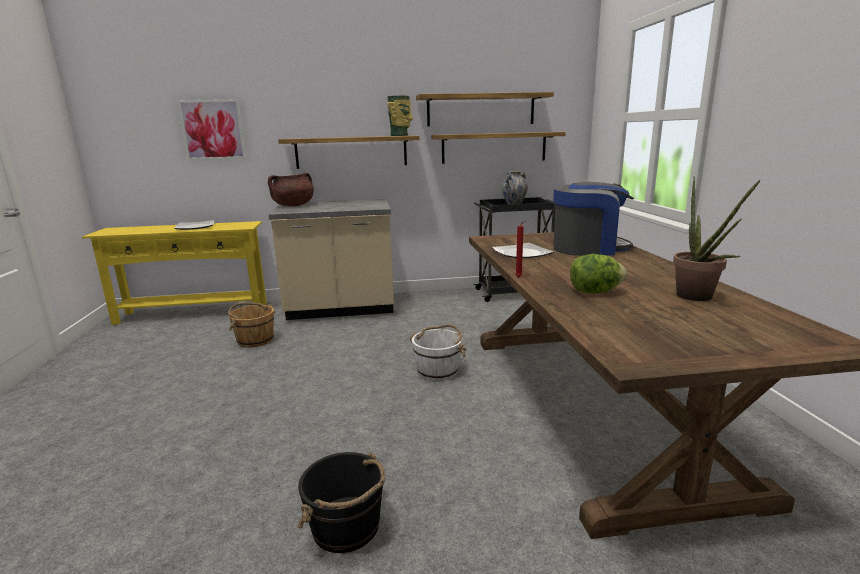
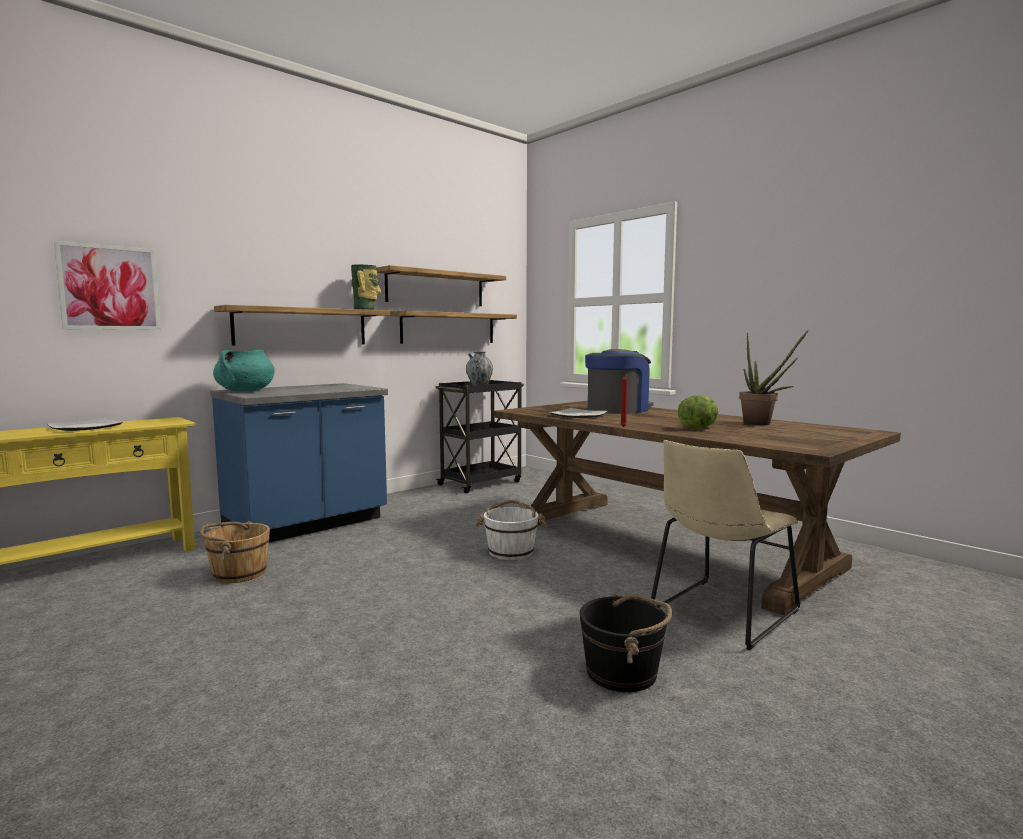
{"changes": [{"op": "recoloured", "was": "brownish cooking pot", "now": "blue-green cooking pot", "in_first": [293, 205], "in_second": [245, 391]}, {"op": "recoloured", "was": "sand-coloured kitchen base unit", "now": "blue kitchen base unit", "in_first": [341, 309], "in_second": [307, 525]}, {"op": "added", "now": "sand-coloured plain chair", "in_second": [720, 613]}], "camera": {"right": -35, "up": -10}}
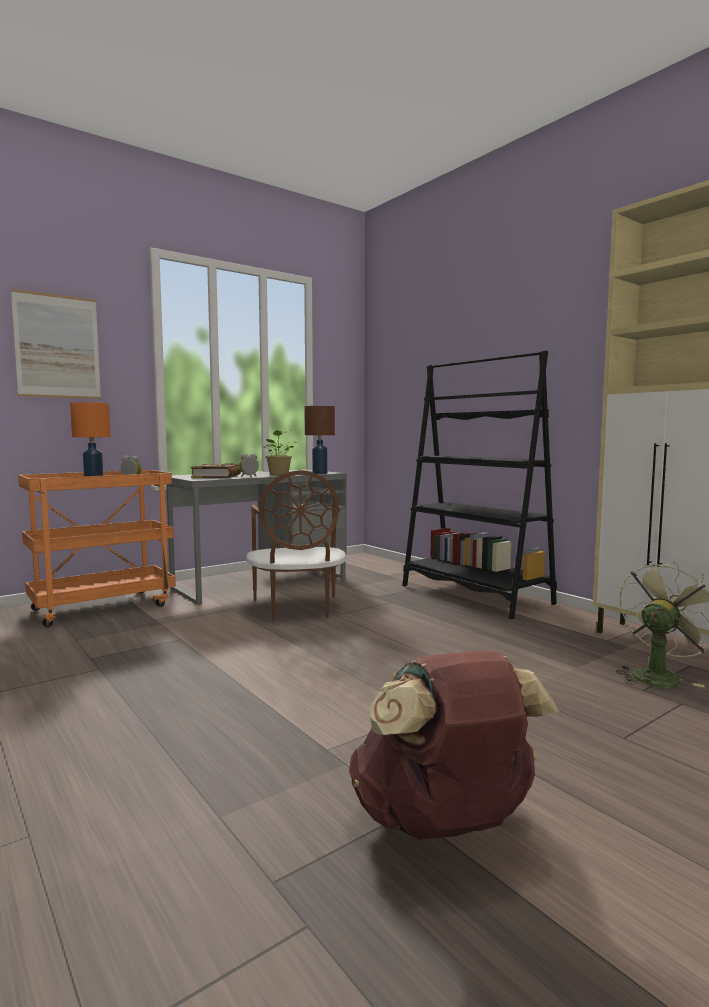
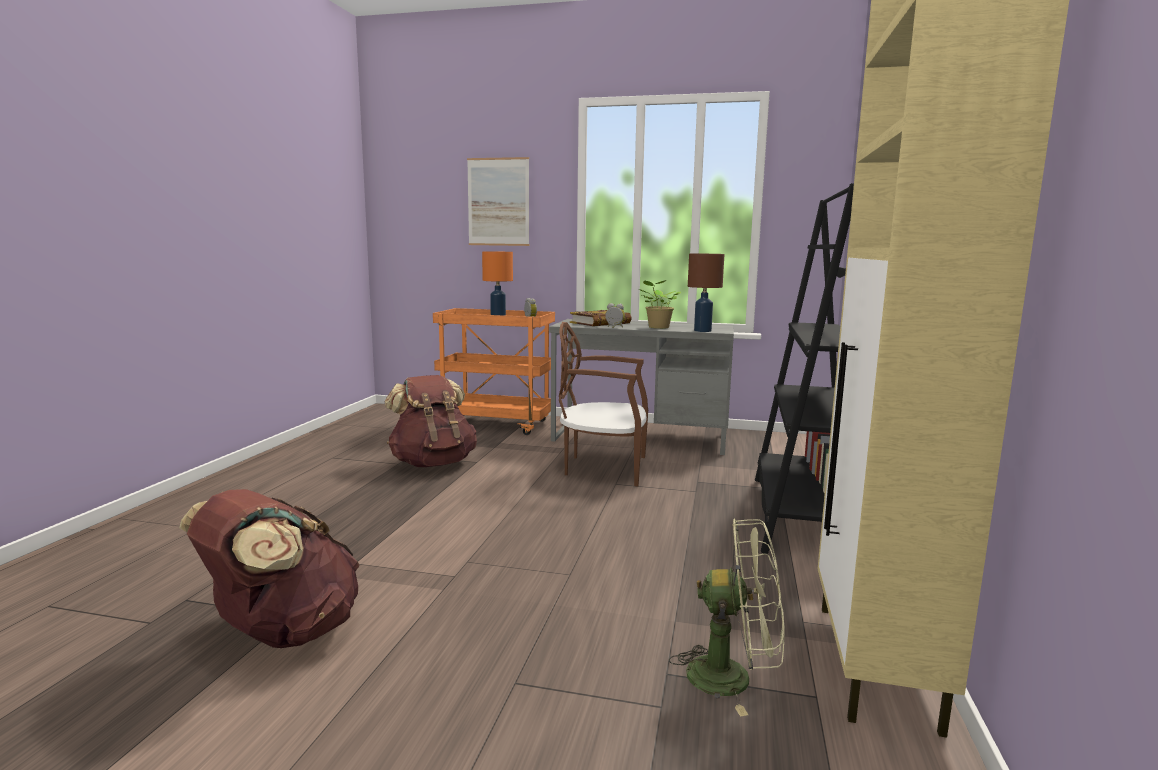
{"changes": [{"op": "turned", "was": "brownish plain chair", "in_first": [297, 608], "in_second": [603, 468], "clockwise": 60}, {"op": "added", "now": "brownish backpack", "in_second": [433, 463]}], "camera": {"right": 50, "up": 5}}
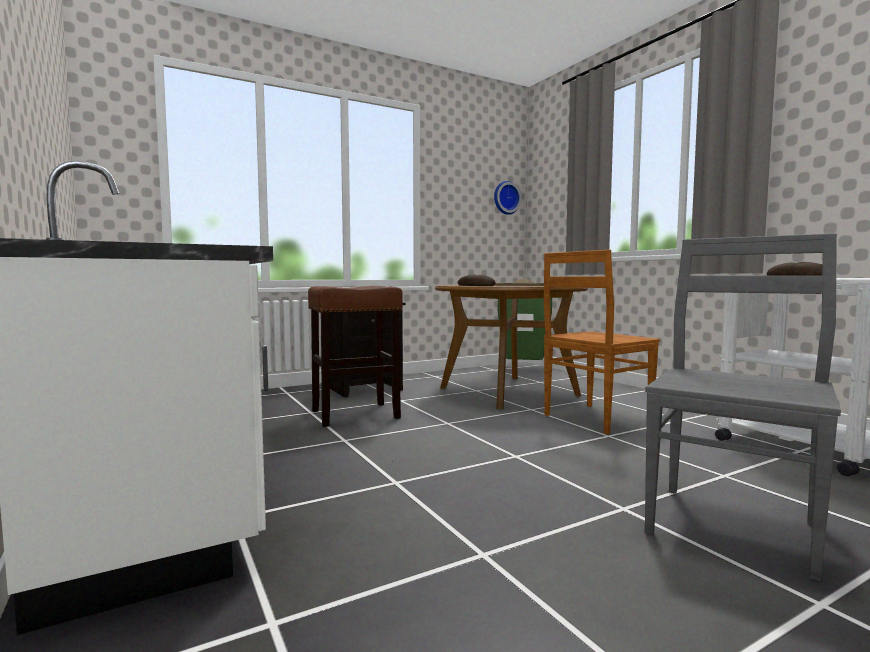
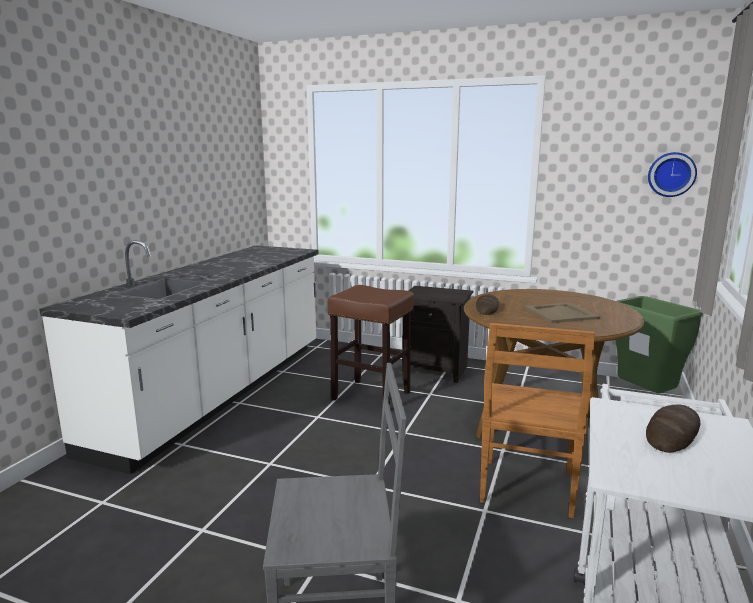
{"changes": [{"op": "turned", "was": "brownish plain chair", "in_first": [594, 419], "in_second": [526, 489], "clockwise": -90}], "camera": {"right": 50, "up": 10}}
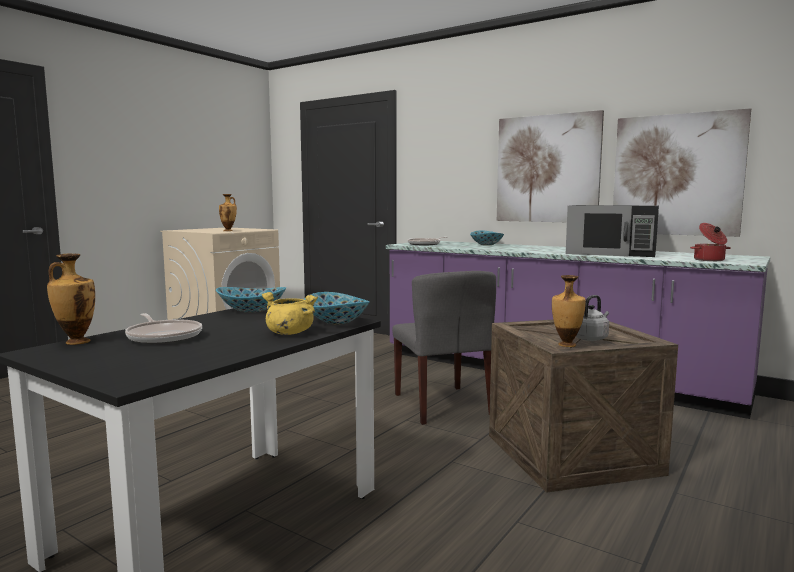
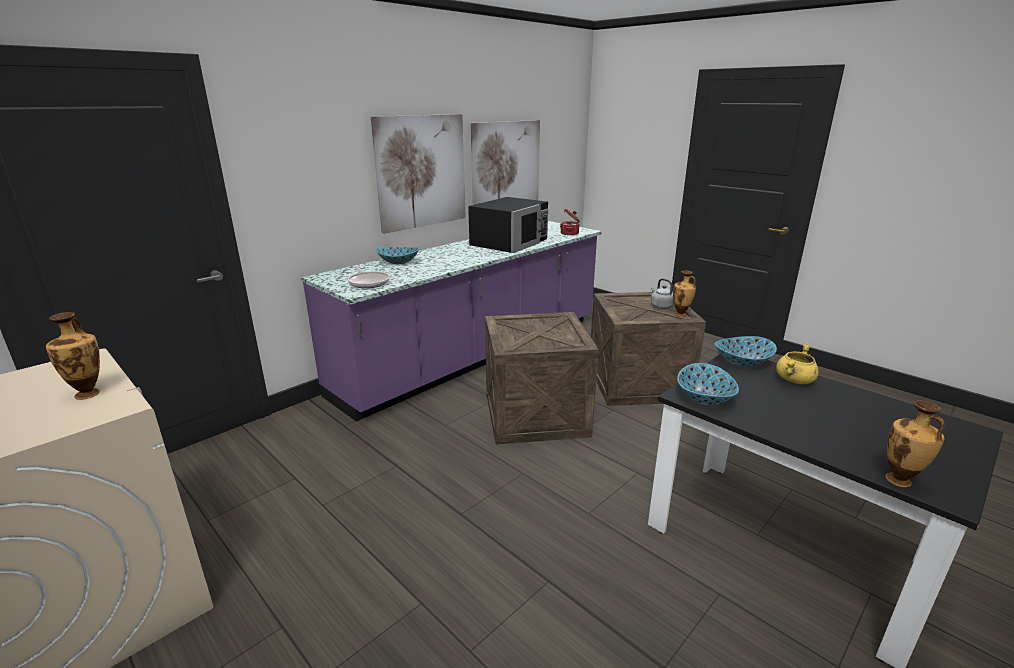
{"changes": [{"op": "removed", "was": "skillet", "in_first": [164, 337]}, {"op": "replaced", "was": "greyish plain chair", "now": "crate", "in_first": [443, 405], "in_second": [537, 415]}], "camera": {"right": -80, "up": 15}}
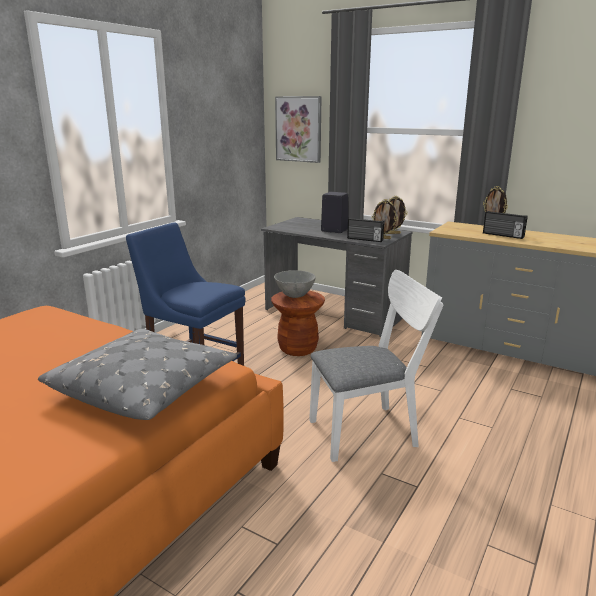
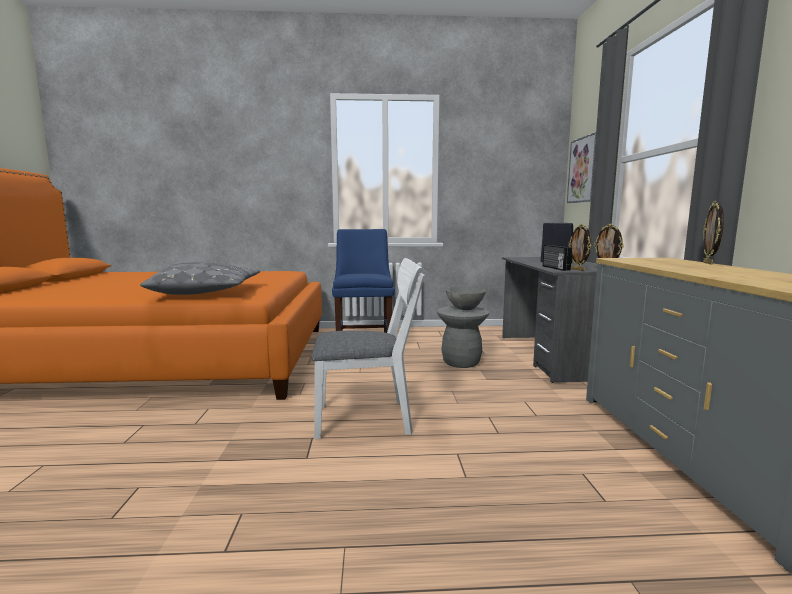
{"changes": [{"op": "recoloured", "was": "brownish stool", "now": "greyish stool", "in_first": [298, 349], "in_second": [461, 362]}, {"op": "turned", "was": "whitish plain chair", "in_first": [370, 431], "in_second": [371, 418], "clockwise": -45}, {"op": "removed", "was": "radio", "in_first": [503, 235]}], "camera": {"right": 55, "up": -10}}
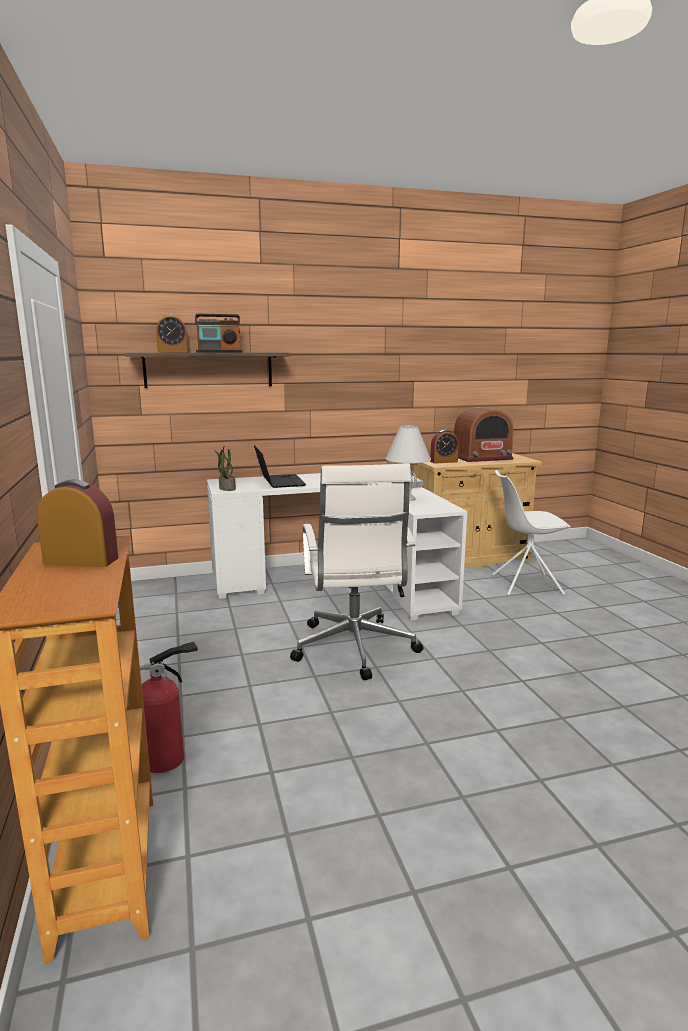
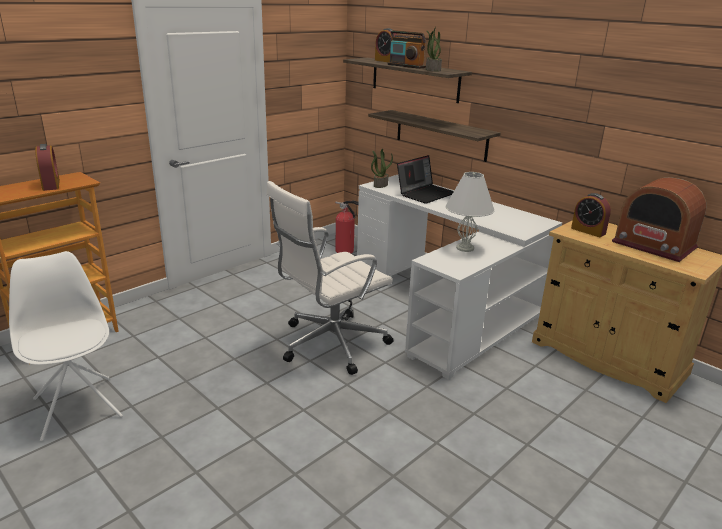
{"changes": [{"op": "moved", "was": "fire extinguisher", "in_first": [168, 758], "in_second": [346, 251]}, {"op": "moved", "was": "whitish plain chair", "in_first": [525, 584], "in_second": [77, 406]}, {"op": "added", "now": "bracket shelf", "in_second": [440, 135]}, {"op": "added", "now": "plant in a pot", "in_second": [432, 70]}], "camera": {"right": 60, "up": 10}}
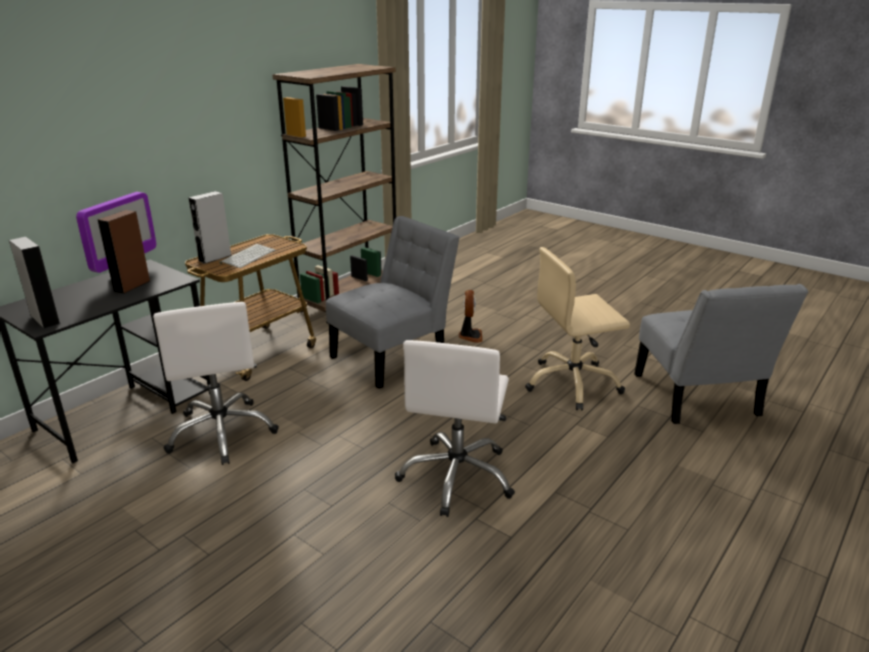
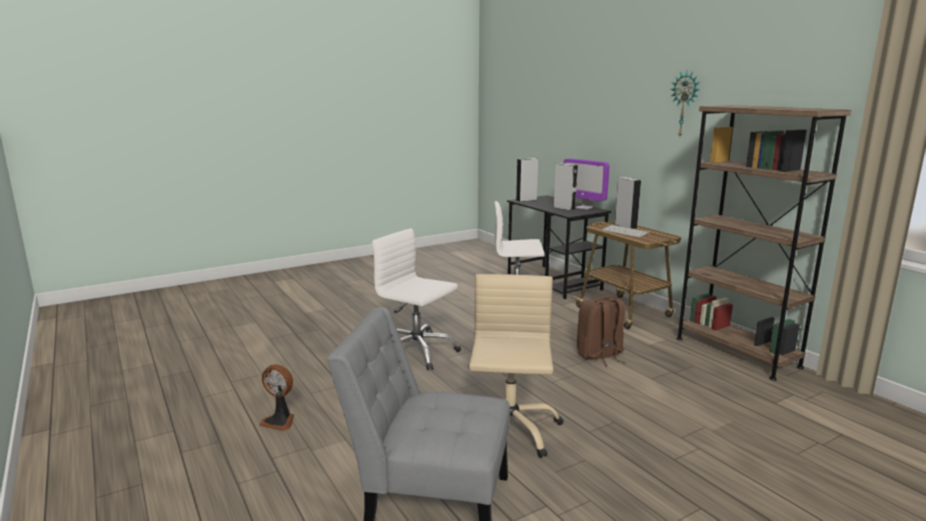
{"changes": [{"op": "recoloured", "was": "brownish loudspeaker", "now": "greyish loudspeaker", "in_first": [132, 286], "in_second": [564, 208]}, {"op": "replaced", "was": "greyish plain chair", "now": "brownish backpack", "in_first": [394, 356], "in_second": [600, 356]}, {"op": "moved", "was": "fan", "in_first": [470, 336], "in_second": [280, 421]}, {"op": "added", "now": "wall clock", "in_second": [685, 104]}], "camera": {"right": 110, "up": -10}}
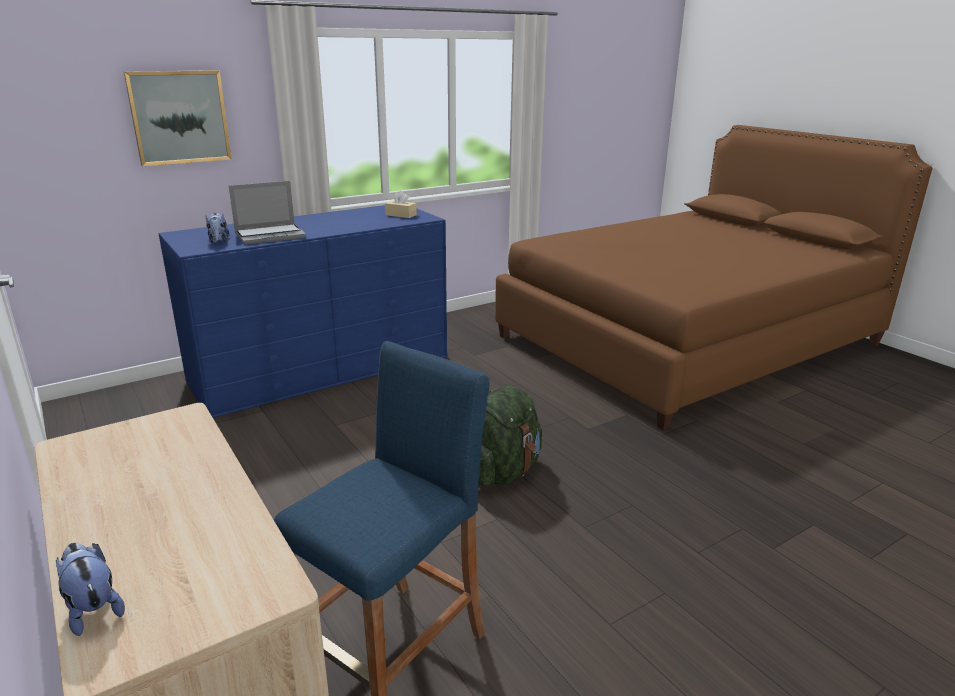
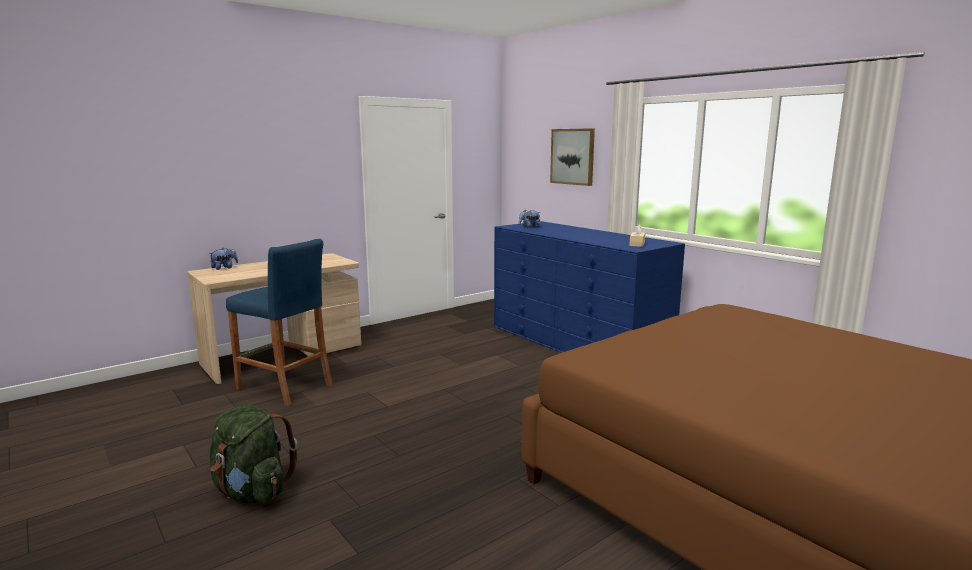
{"changes": [{"op": "removed", "was": "portable computer", "in_first": [271, 235]}, {"op": "moved", "was": "green-coloured backpack", "in_first": [503, 472], "in_second": [252, 492]}], "camera": {"right": 85, "up": -10}}
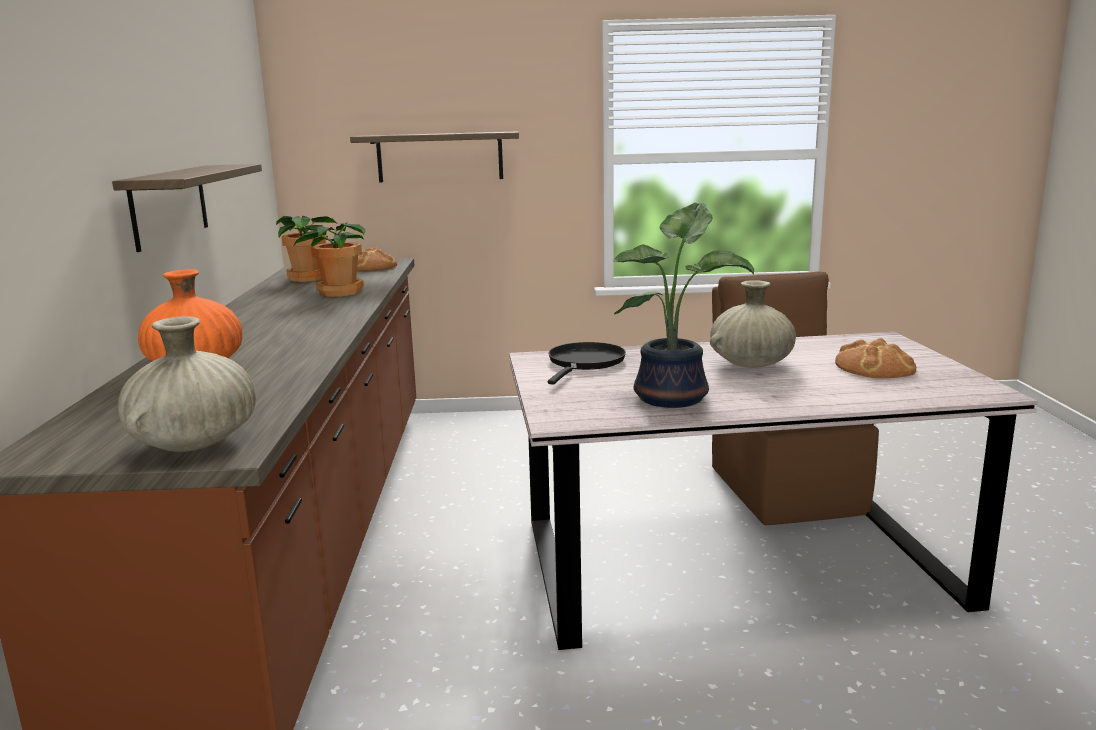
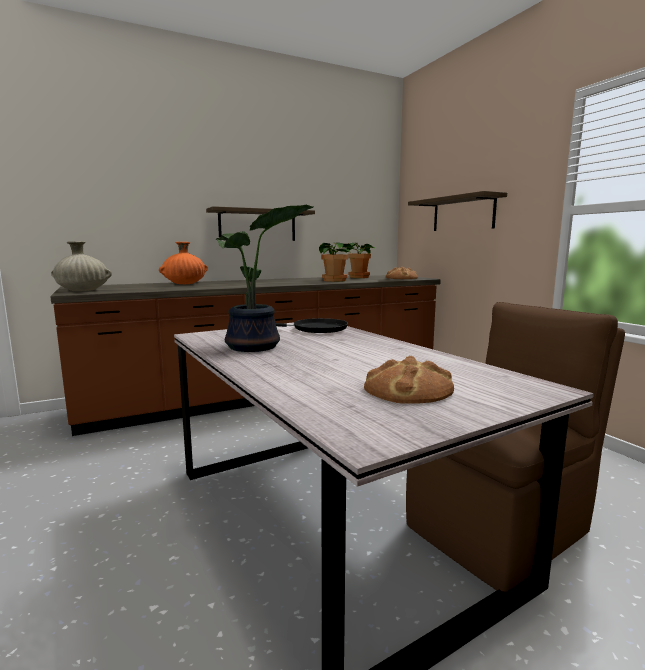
{"changes": [{"op": "removed", "was": "sand-coloured decorative vase", "in_first": [750, 364]}], "camera": {"right": 65, "up": -5}}
